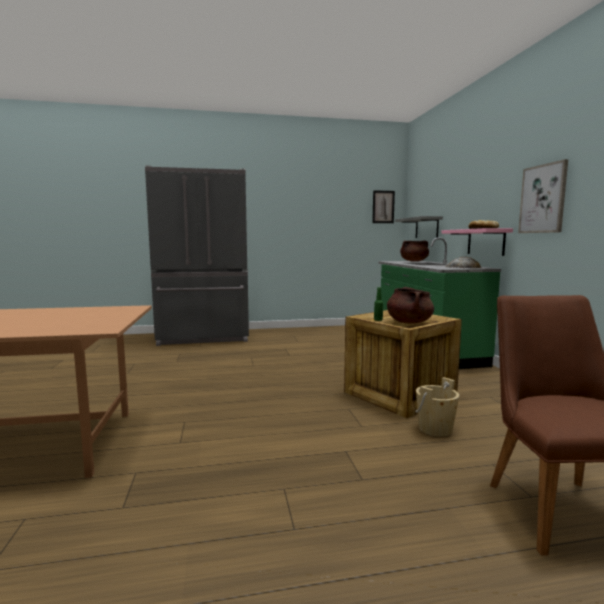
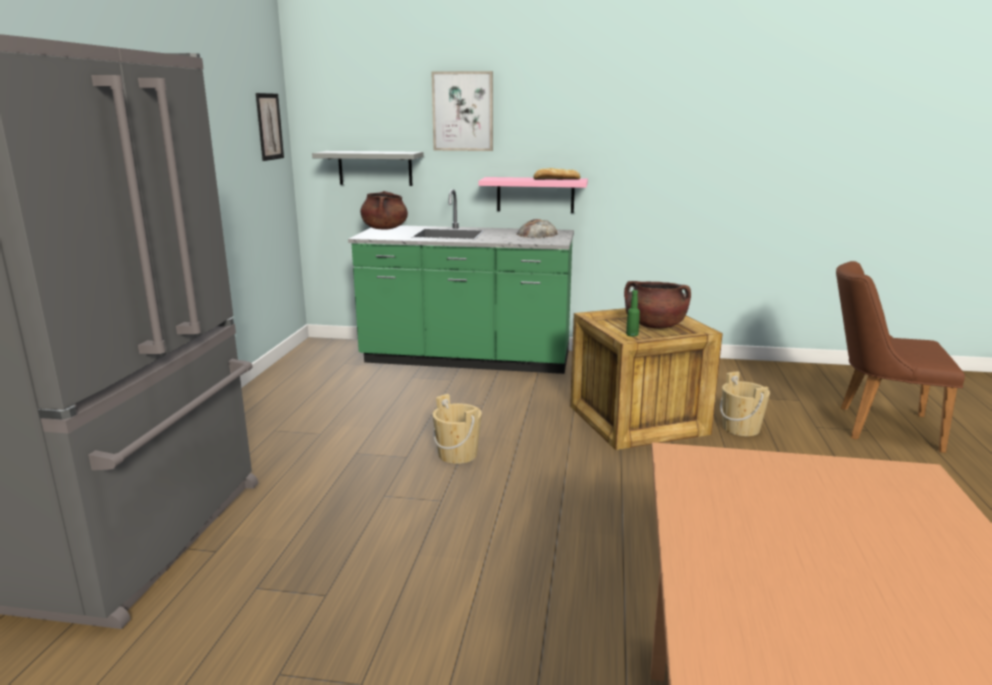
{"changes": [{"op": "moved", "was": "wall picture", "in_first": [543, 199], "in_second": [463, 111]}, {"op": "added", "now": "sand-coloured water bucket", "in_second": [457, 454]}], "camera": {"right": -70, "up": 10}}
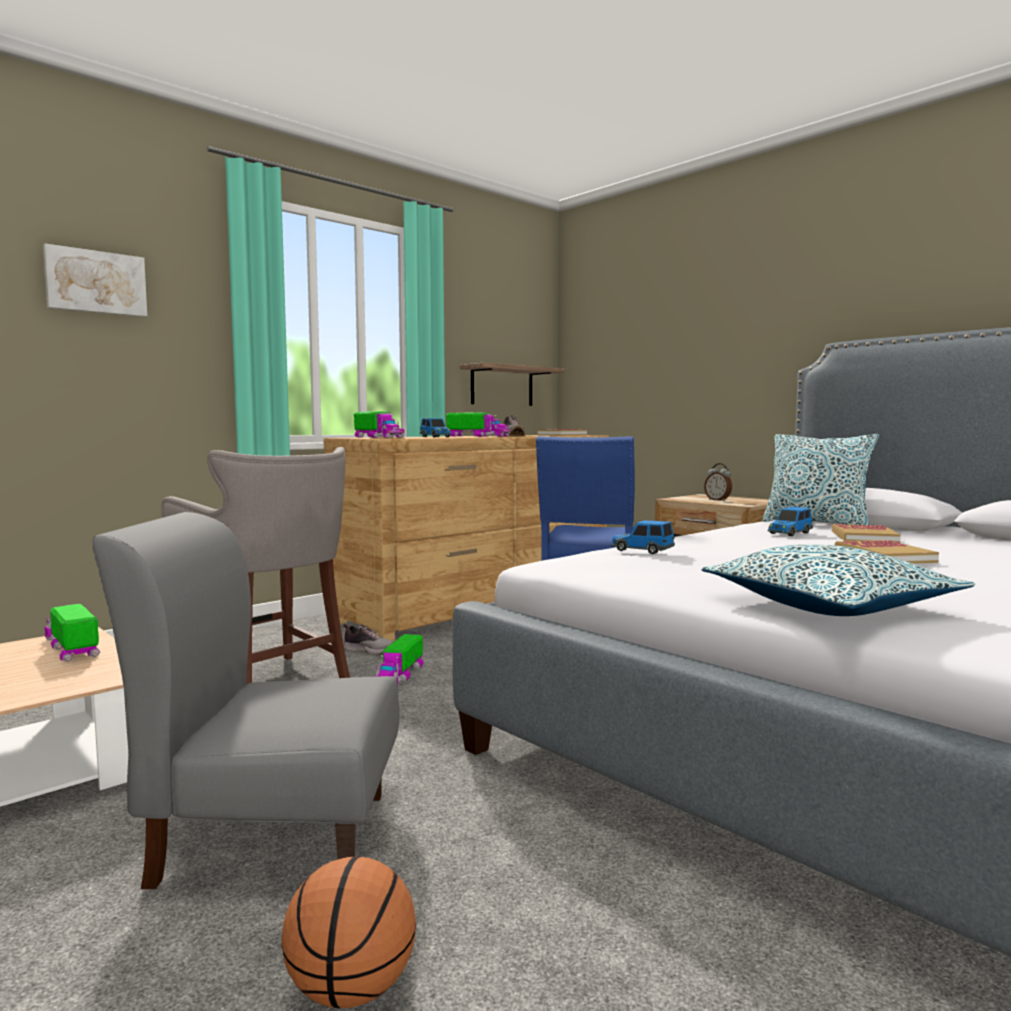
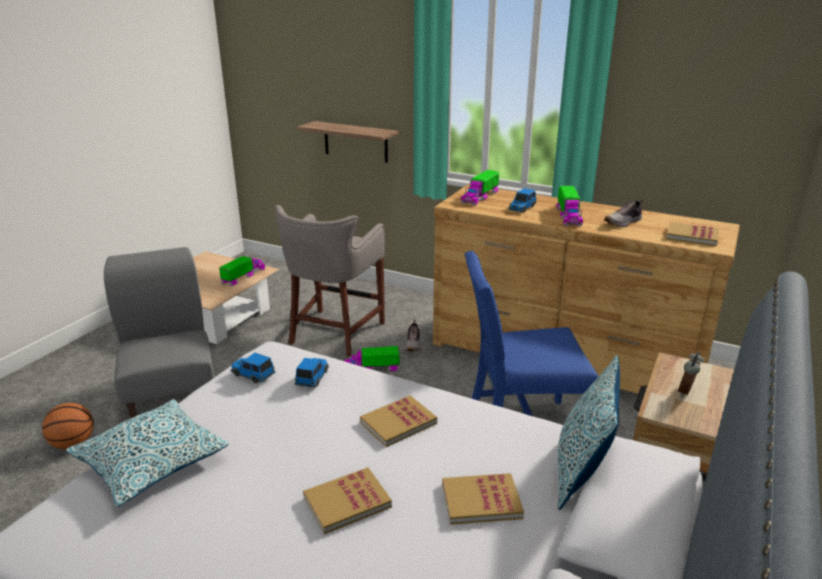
{"changes": [{"op": "removed", "was": "wall picture", "in_first": [96, 282]}, {"op": "moved", "was": "bracket shelf", "in_first": [502, 386], "in_second": [355, 141]}, {"op": "moved", "was": "miniature car", "in_first": [789, 533], "in_second": [252, 375]}, {"op": "added", "now": "book", "in_second": [398, 423]}], "camera": {"right": 70, "up": 20}}
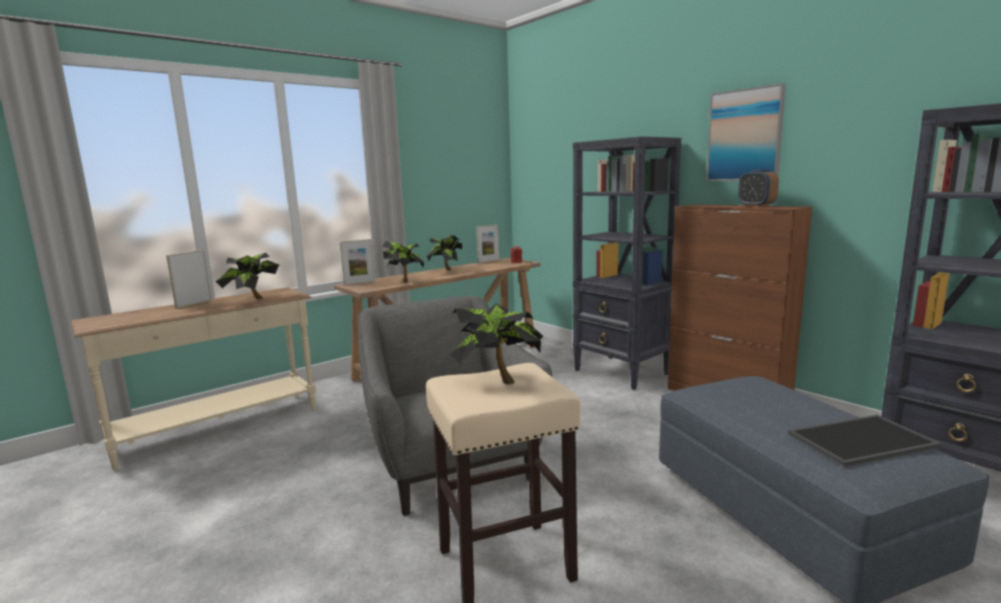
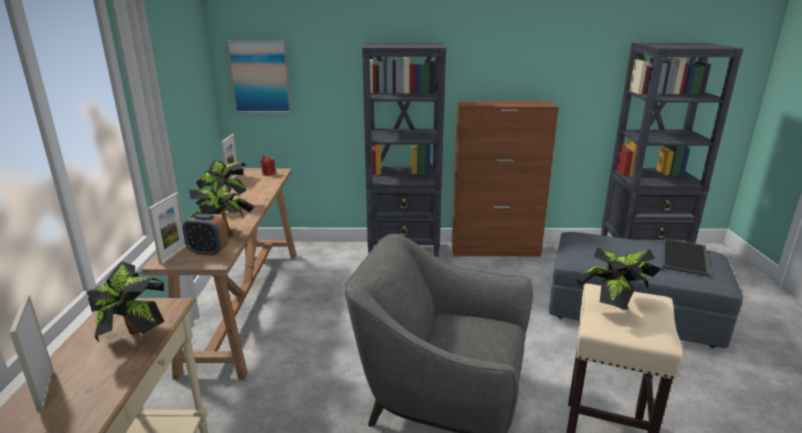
{"changes": [{"op": "moved", "was": "wall picture", "in_first": [744, 135], "in_second": [260, 77]}, {"op": "moved", "was": "bedside clock", "in_first": [756, 206], "in_second": [208, 252]}], "camera": {"right": -50, "up": 10}}
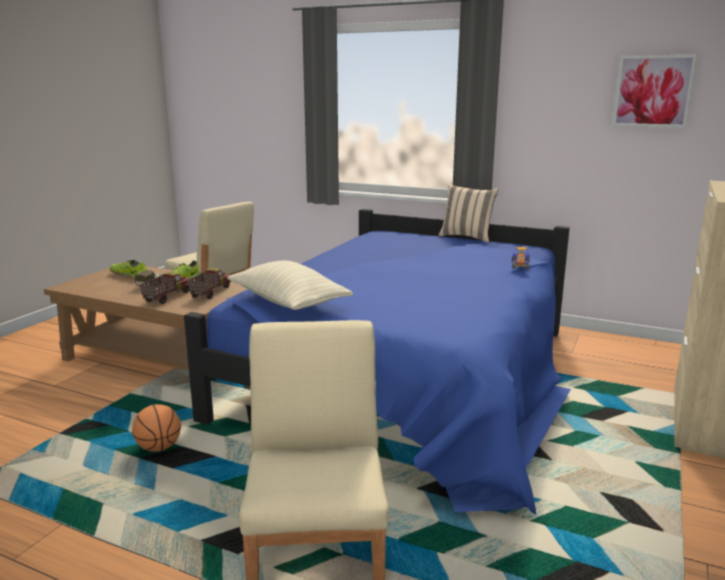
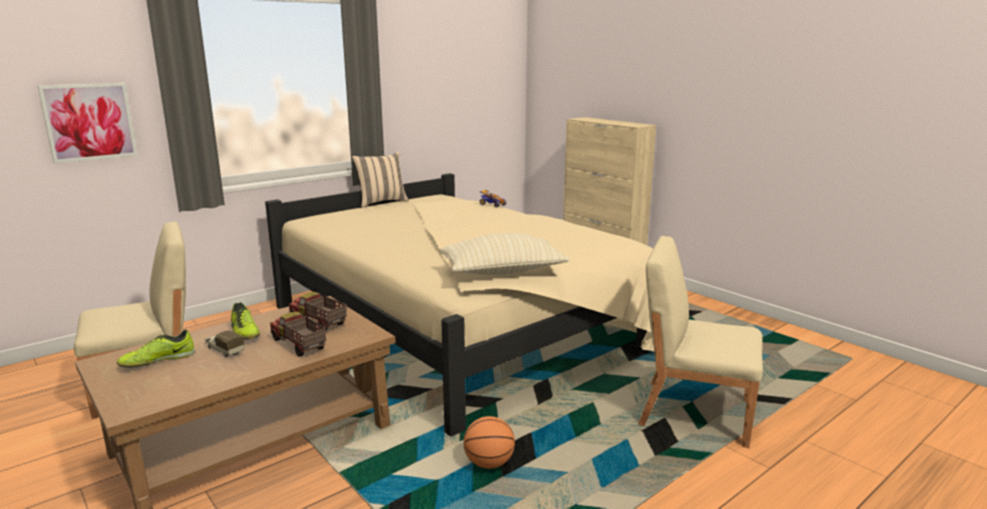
{"changes": [{"op": "recoloured", "was": "blue bedroom bed", "now": "sand-coloured bedroom bed", "in_first": [411, 377], "in_second": [466, 325]}, {"op": "moved", "was": "wall picture", "in_first": [653, 91], "in_second": [89, 122]}], "camera": {"right": -65, "up": 0}}
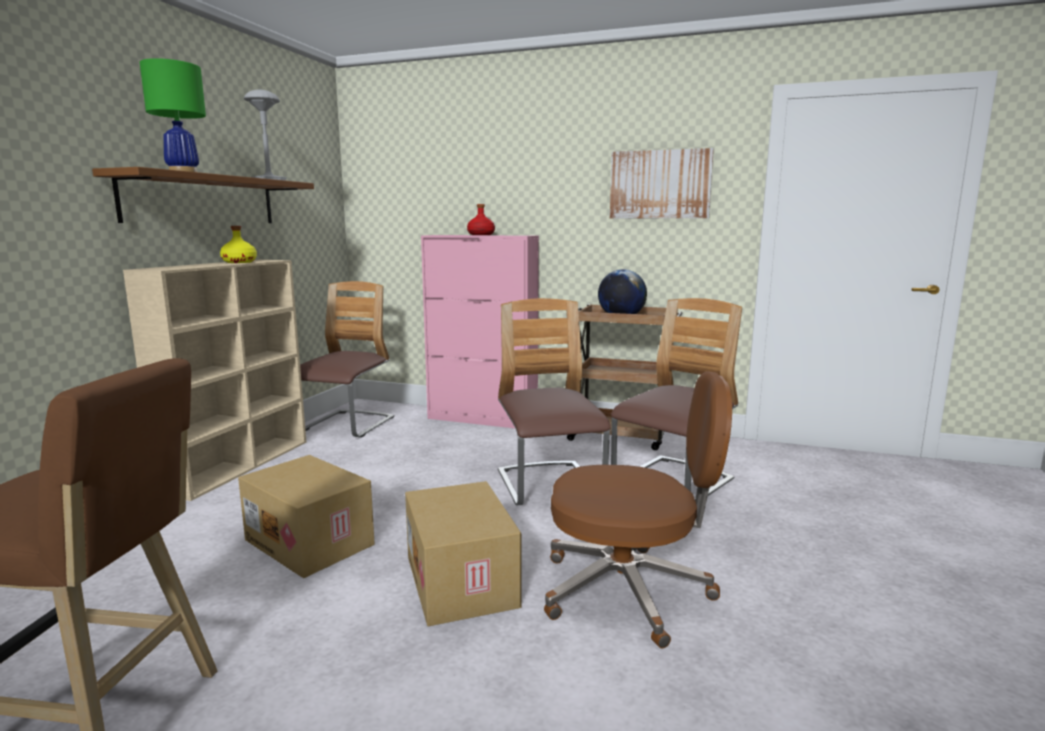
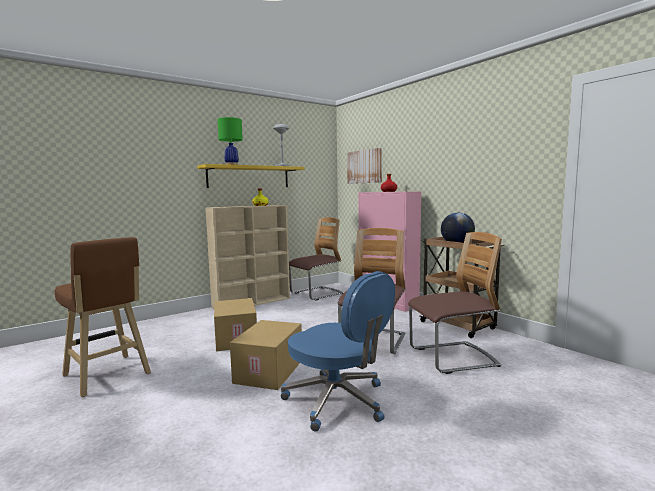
{"changes": [{"op": "recoloured", "was": "brownish bracket shelf", "now": "yellow bracket shelf", "in_first": [202, 200], "in_second": [249, 177]}, {"op": "recoloured", "was": "brownish office chair", "now": "blue office chair", "in_first": [629, 591], "in_second": [338, 401]}, {"op": "moved", "was": "wall picture", "in_first": [660, 184], "in_second": [364, 166]}], "camera": {"right": 35, "up": -5}}
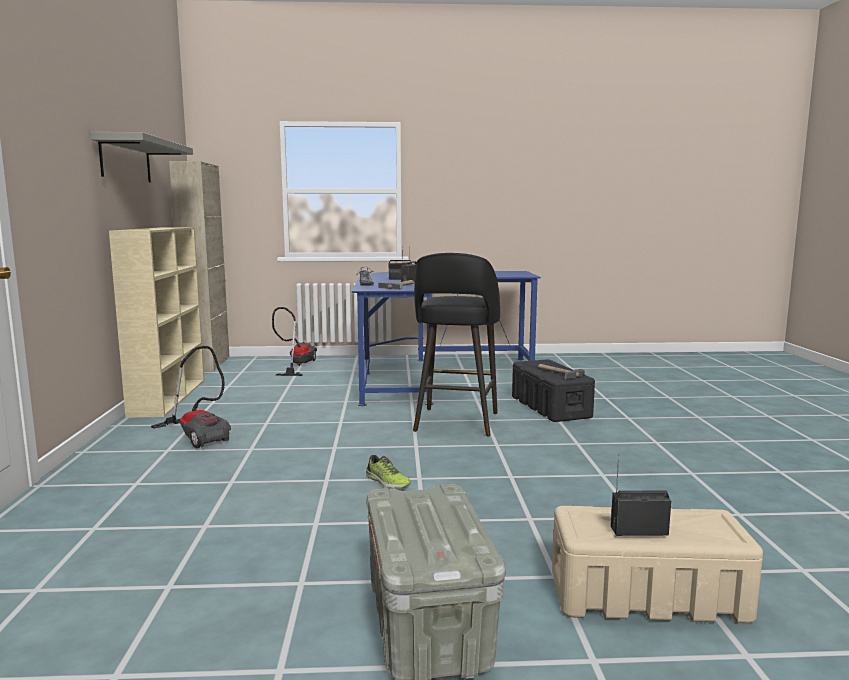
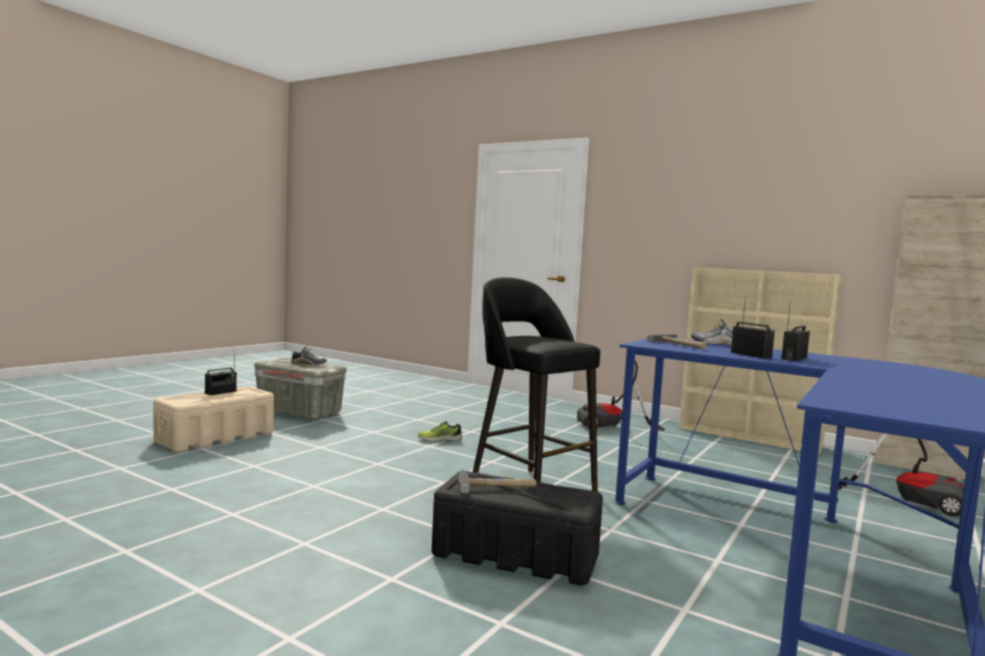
{"changes": [{"op": "removed", "was": "greyish bracket shelf", "in_first": [126, 160]}, {"op": "added", "now": "shoe", "in_second": [308, 364]}], "camera": {"right": 125, "up": -5}}
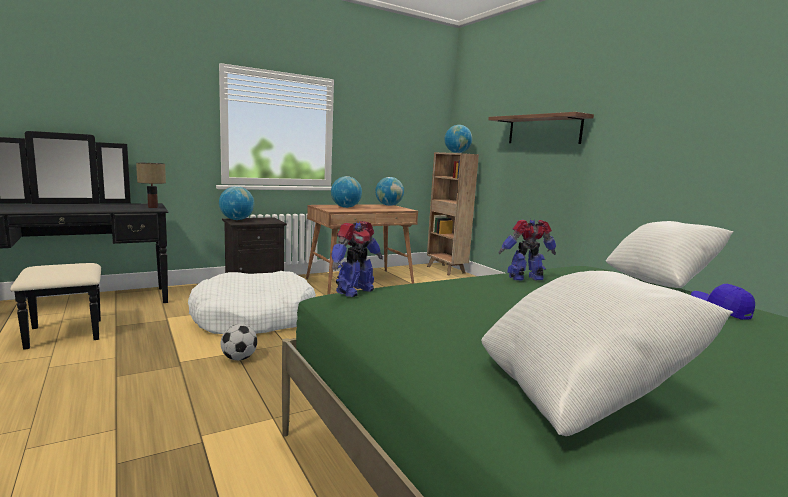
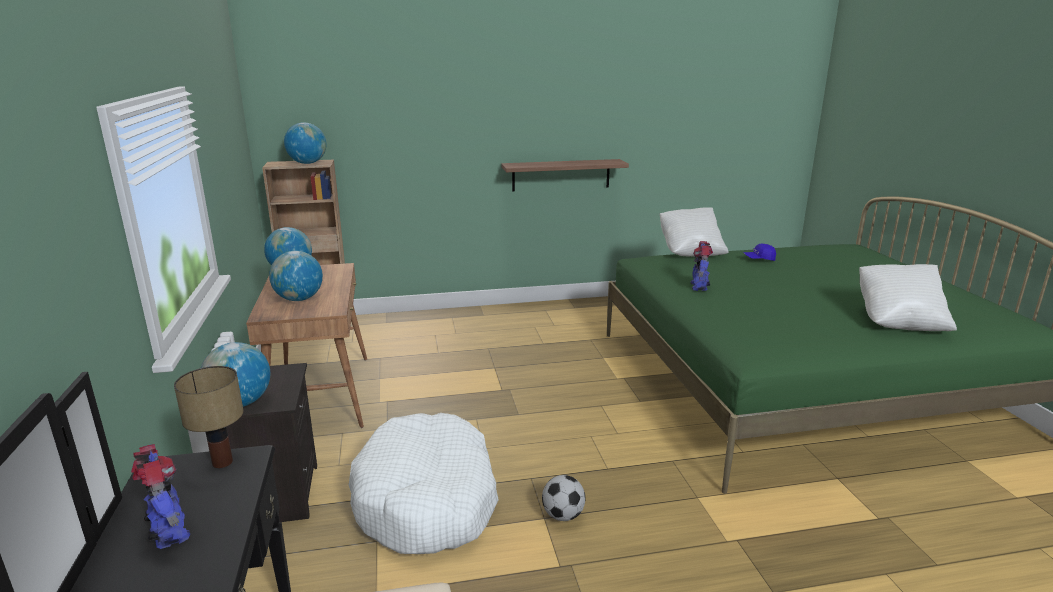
{"changes": [{"op": "moved", "was": "robot figure", "in_first": [354, 291], "in_second": [169, 532]}, {"op": "moved", "was": "bracket shelf", "in_first": [543, 130], "in_second": [561, 175]}], "camera": {"right": -70, "up": 10}}
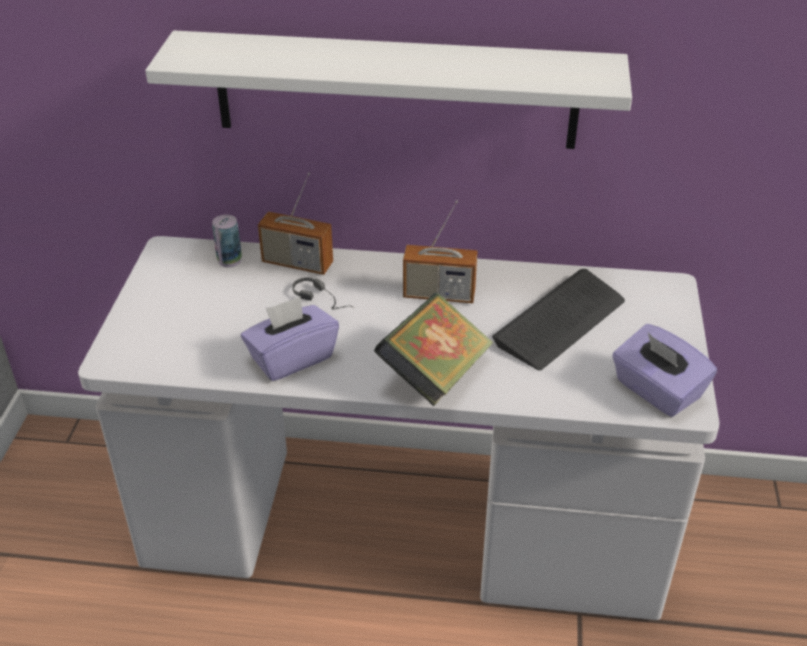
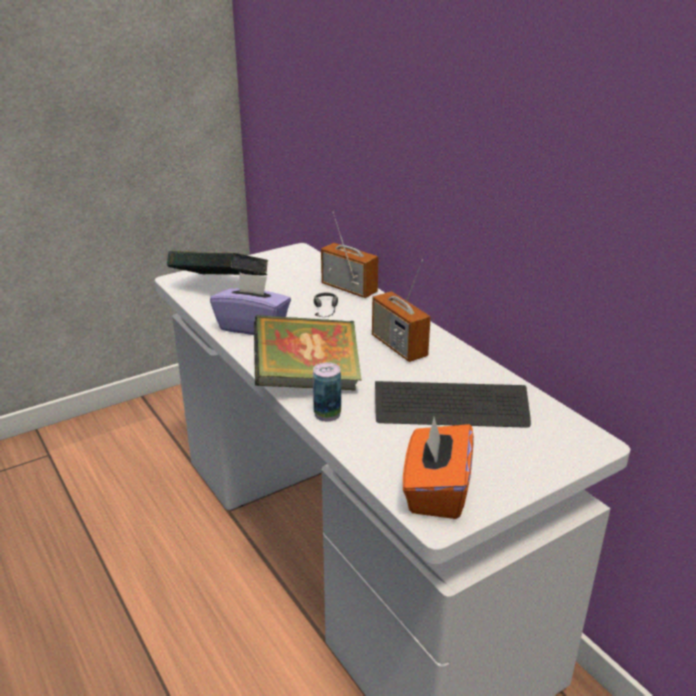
{"changes": [{"op": "removed", "was": "whitish bracket shelf", "in_first": [395, 90]}, {"op": "moved", "was": "sealed can", "in_first": [229, 260], "in_second": [327, 414]}, {"op": "turned", "was": "radio", "in_first": [297, 263], "in_second": [349, 288], "clockwise": 150}, {"op": "recoloured", "was": "purplish tissue box", "now": "orange tissue box", "in_first": [656, 391], "in_second": [436, 491]}, {"op": "added", "now": "book", "in_second": [220, 288]}], "camera": {"right": 50, "up": -10}}
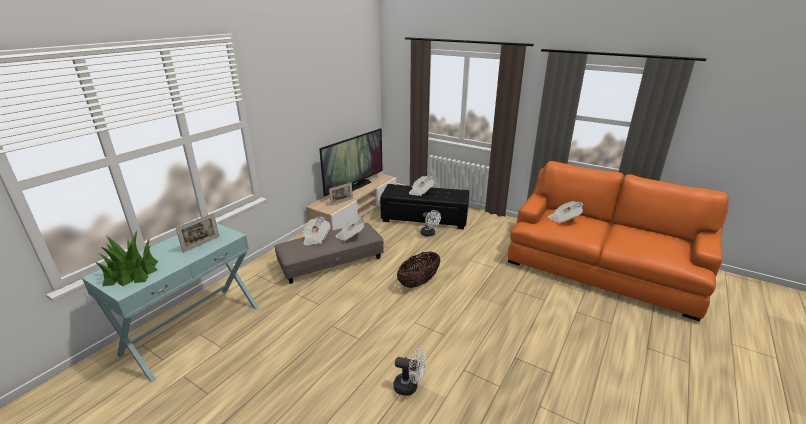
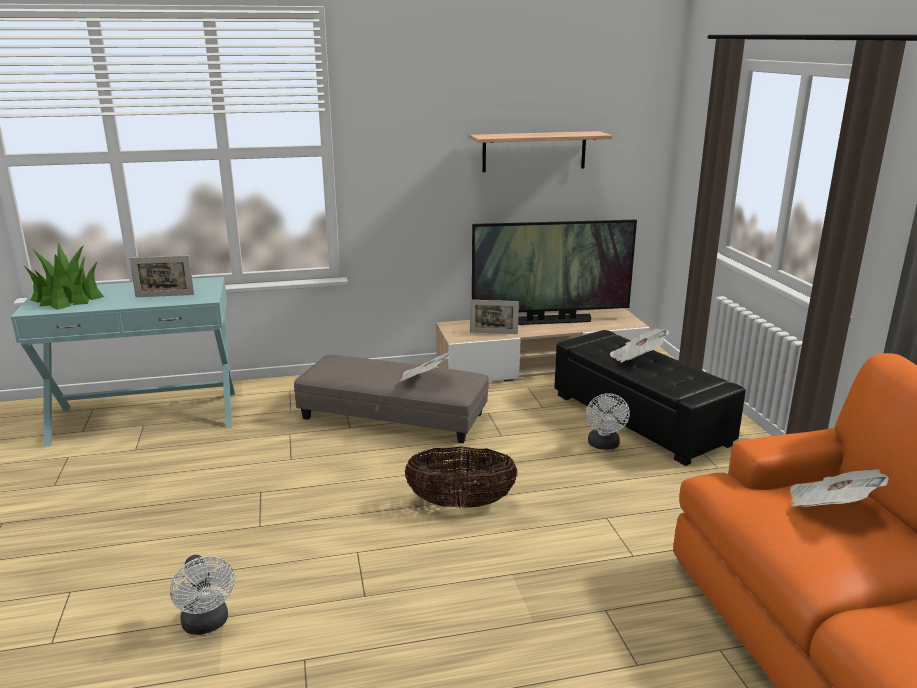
{"changes": [{"op": "removed", "was": "daily paper", "in_first": [315, 238]}, {"op": "added", "now": "bracket shelf", "in_second": [534, 151]}], "camera": {"right": 45, "up": -5}}
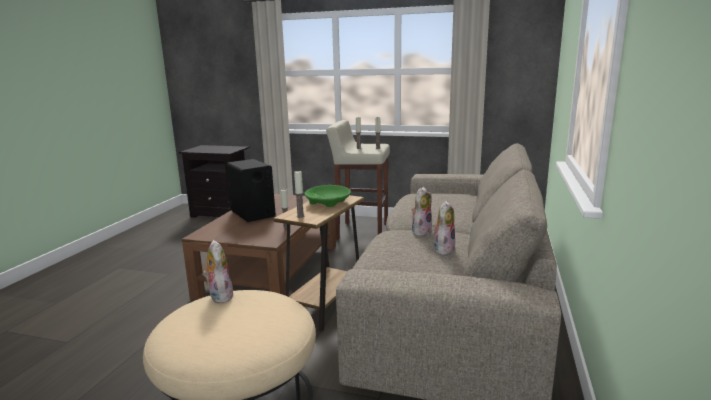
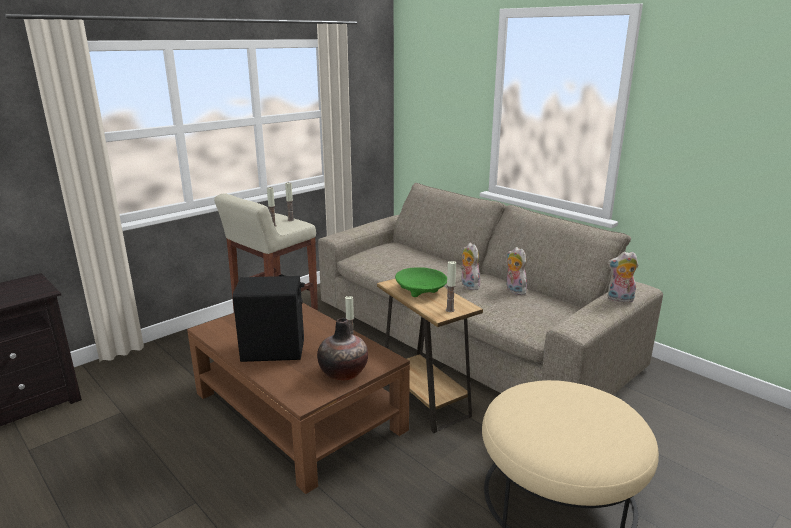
{"changes": [{"op": "moved", "was": "plush toy", "in_first": [219, 296], "in_second": [619, 299]}, {"op": "added", "now": "decorative vase", "in_second": [343, 372]}], "camera": {"right": -60, "up": 5}}
